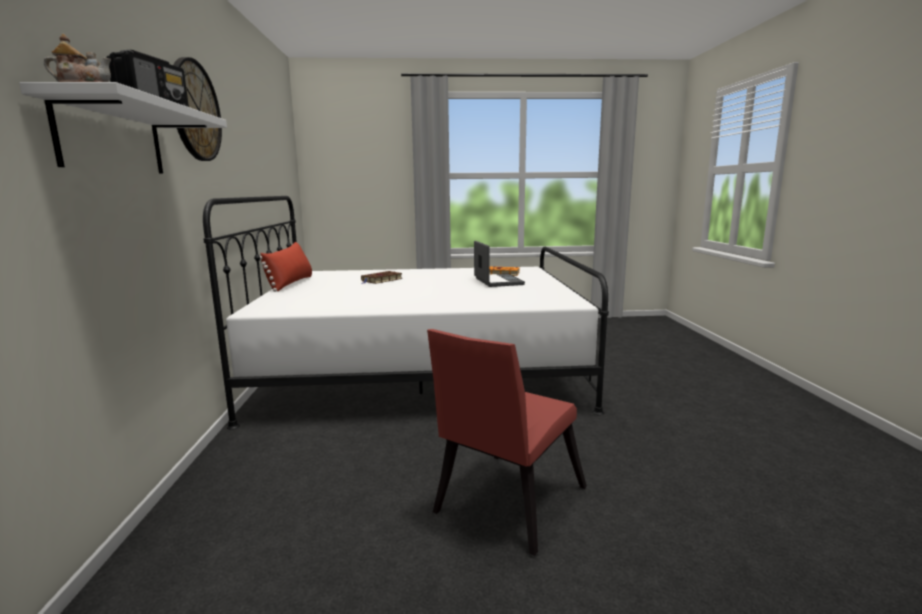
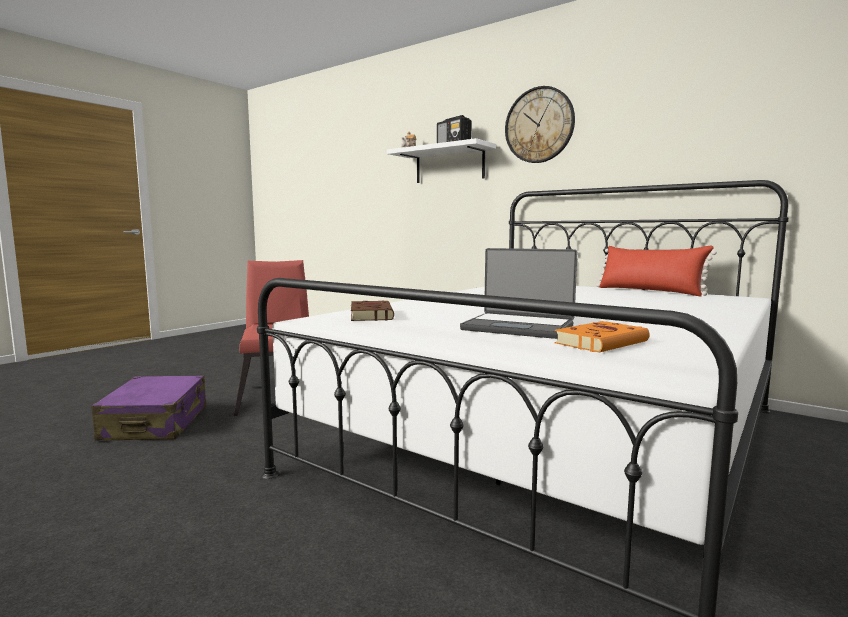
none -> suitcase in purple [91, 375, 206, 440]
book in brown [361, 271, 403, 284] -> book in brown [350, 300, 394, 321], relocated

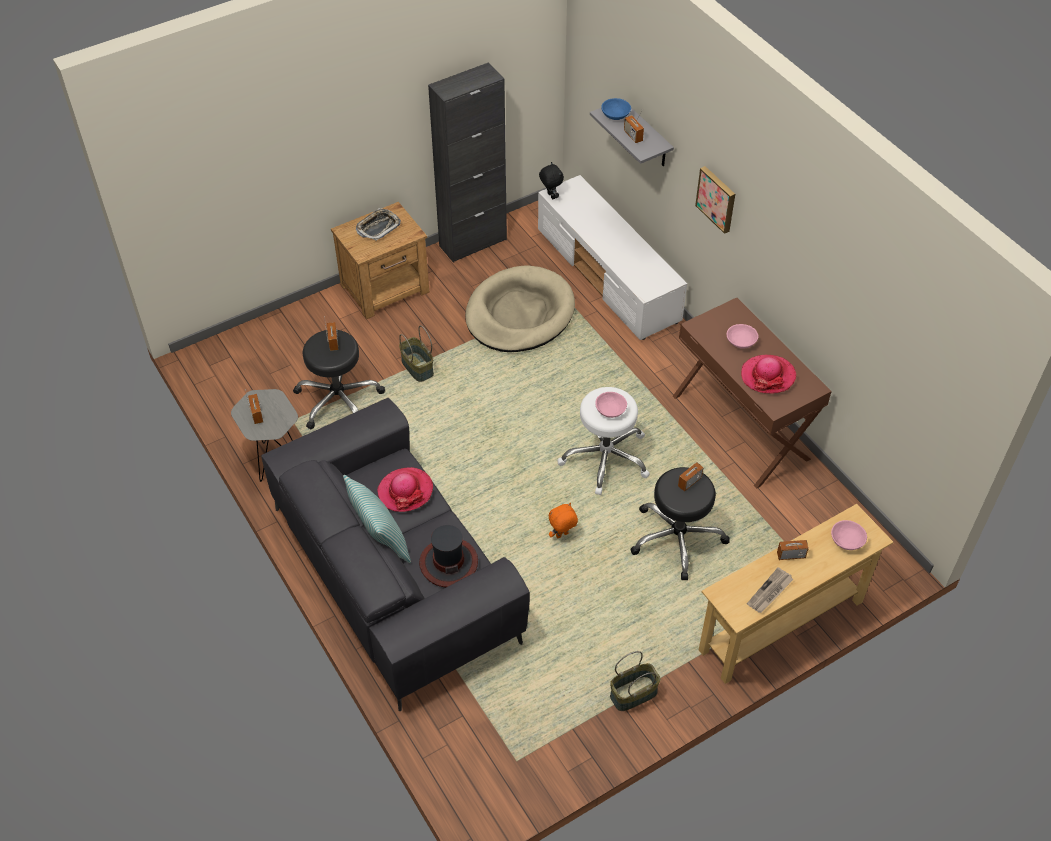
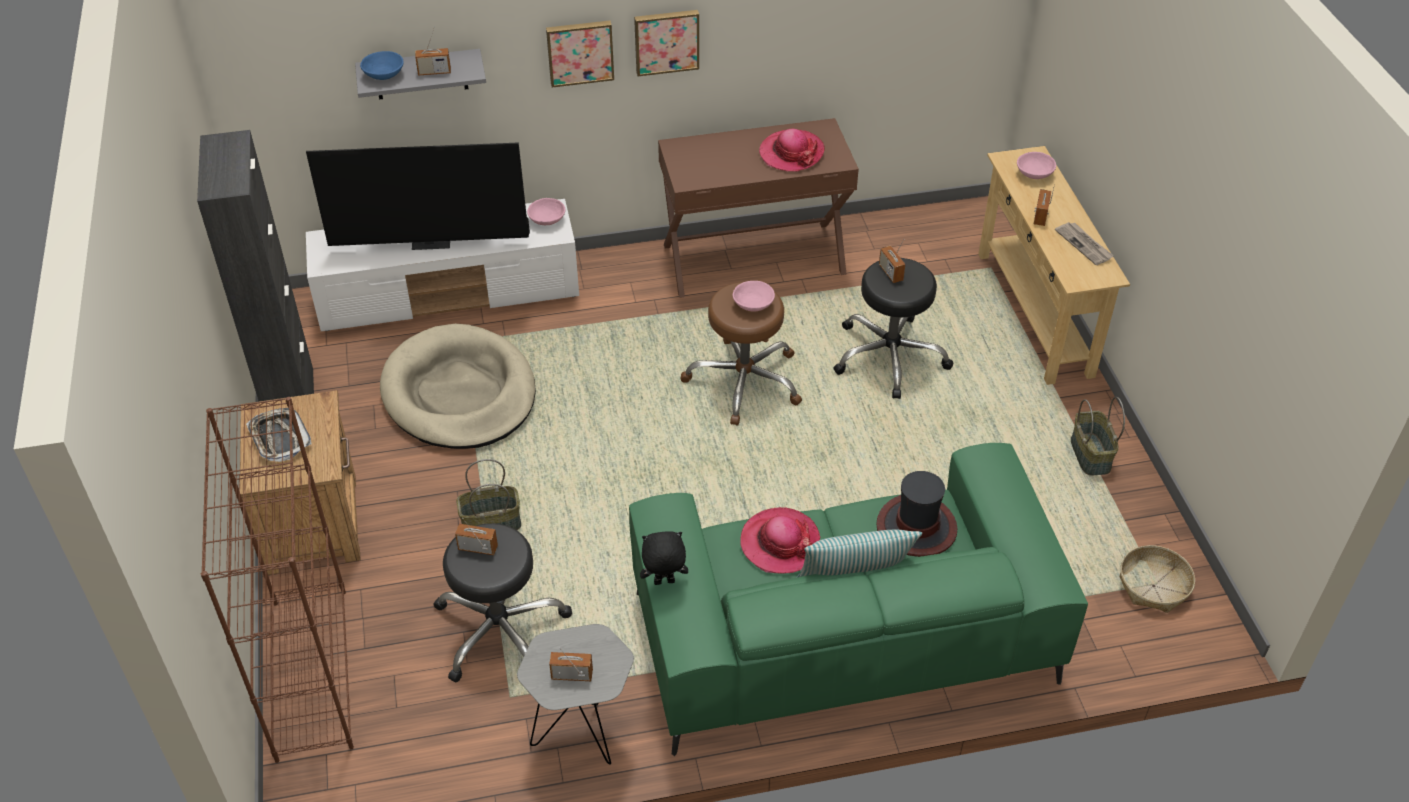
plush toy in orange [549, 503, 578, 538] -> none
none -> bookcase in brown [201, 397, 354, 763]
none -> television [306, 142, 530, 250]
none -> picture [634, 10, 699, 77]
none -> basket [1120, 545, 1195, 613]
plush toy in black [539, 162, 564, 199] -> plush toy in black [640, 531, 688, 585], relocated
bowl in pink [727, 324, 758, 349] -> bowl in pink [527, 198, 565, 225], relocated
sofa in grey [261, 398, 530, 711] -> sofa in green [629, 443, 1088, 756]
stool in white [557, 387, 650, 495] -> stool in brown [680, 282, 802, 426]

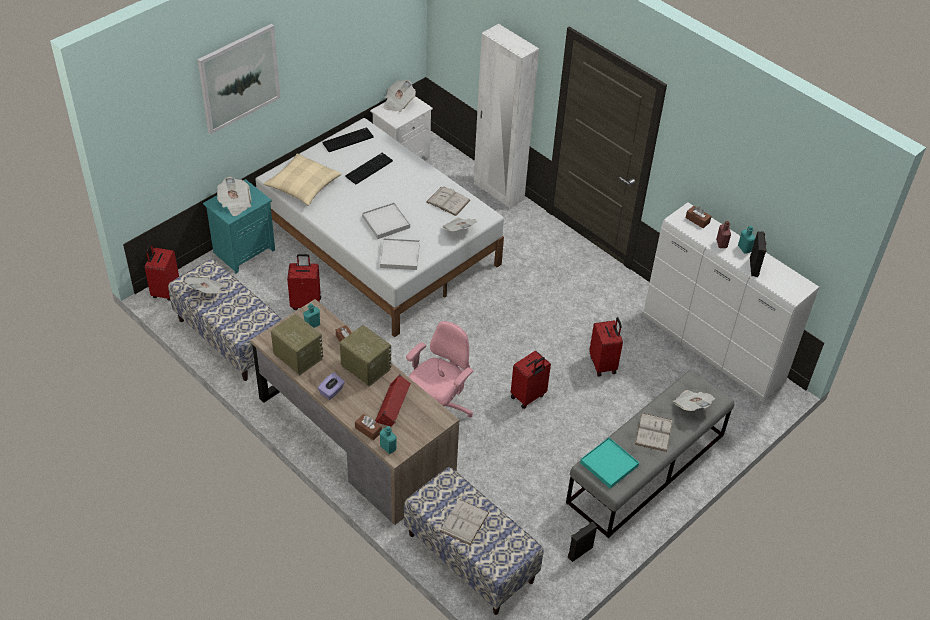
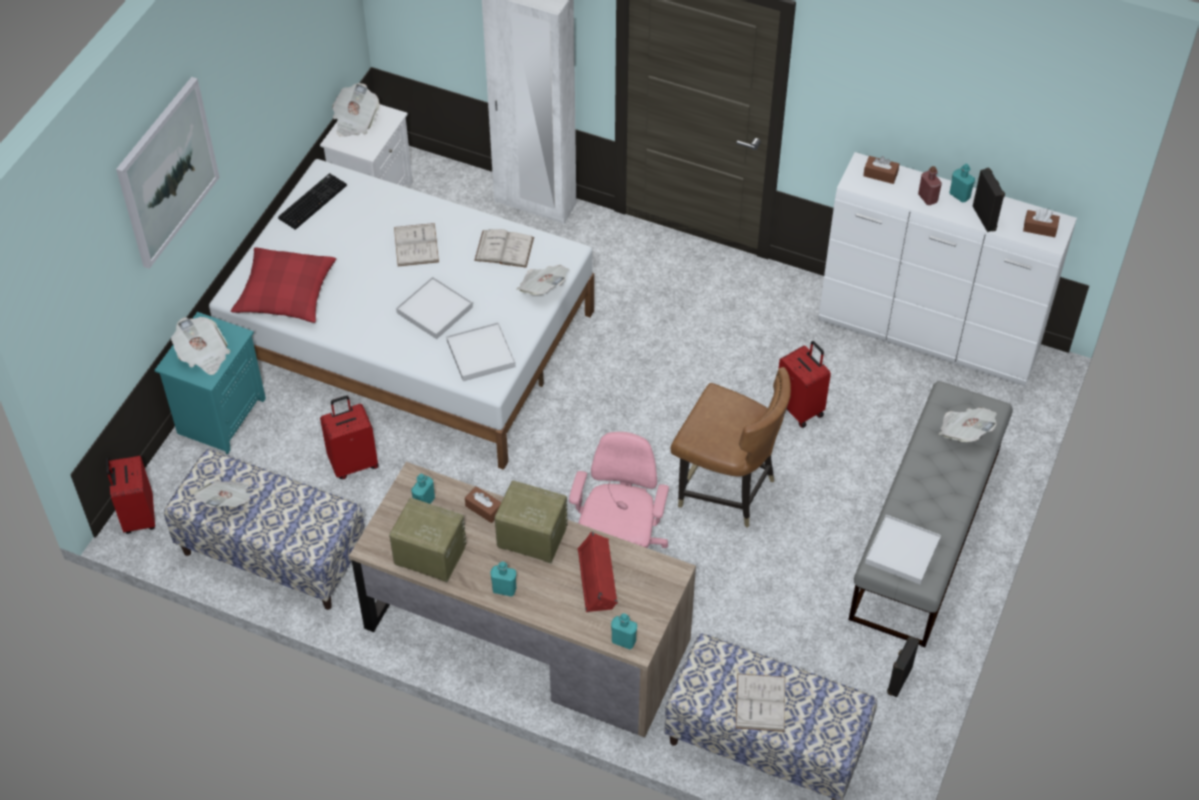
keyboard [345, 153, 393, 184] -> none
tissue box in brown [355, 414, 382, 440] -> tissue box in brown [1023, 208, 1060, 237], relocated
book in white [635, 413, 673, 452] -> book in white [394, 223, 439, 266], relocated
tissue box in purple [318, 373, 345, 400] -> bottle in turquoise [490, 561, 516, 597]
suitcase in red [511, 351, 551, 409] -> chair in brown [671, 367, 791, 528]
pillow in beige [263, 153, 341, 206] -> pillow in red [231, 248, 336, 323]
tray in turquoise [580, 437, 639, 489] -> tray in white [865, 515, 941, 585]

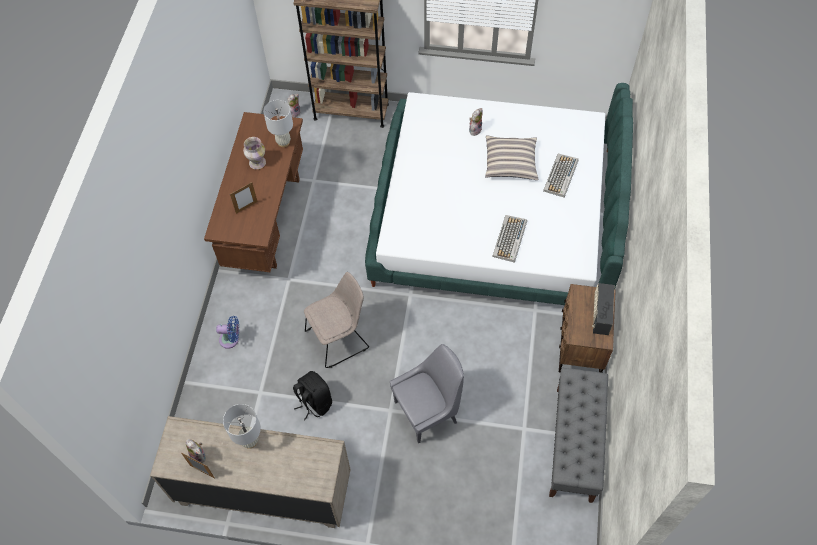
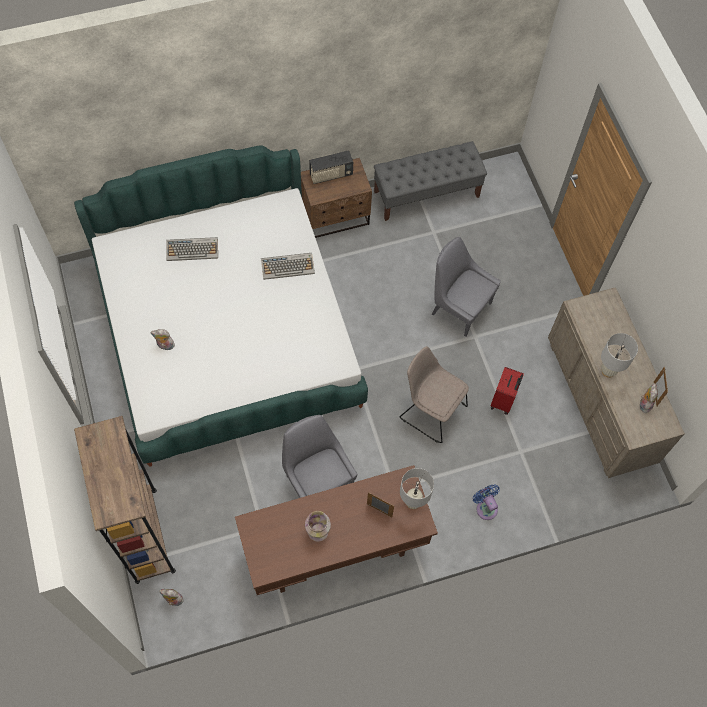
pillow [485, 135, 538, 180] -> none
none -> chair in grey [282, 415, 357, 498]
table lamp in white [263, 100, 293, 147] -> table lamp in white [400, 468, 434, 509], relocated
backpack in black [293, 371, 332, 421] -> suitcase in red [490, 367, 524, 415]

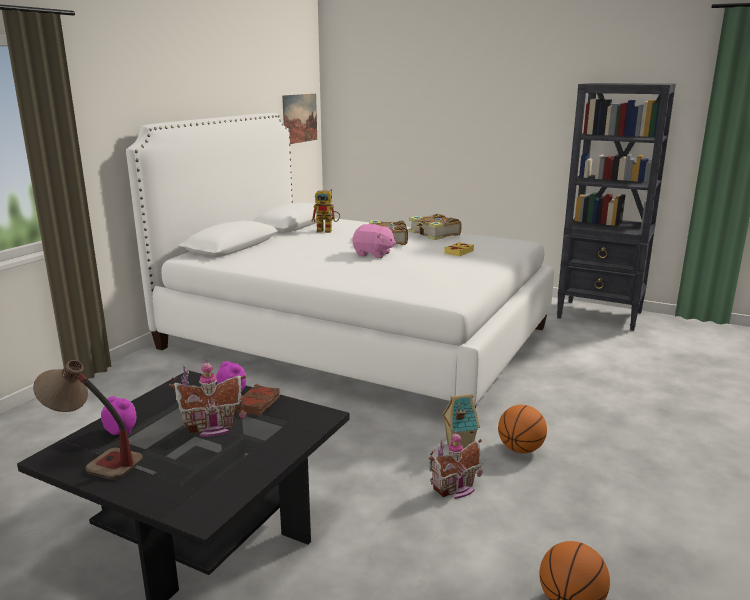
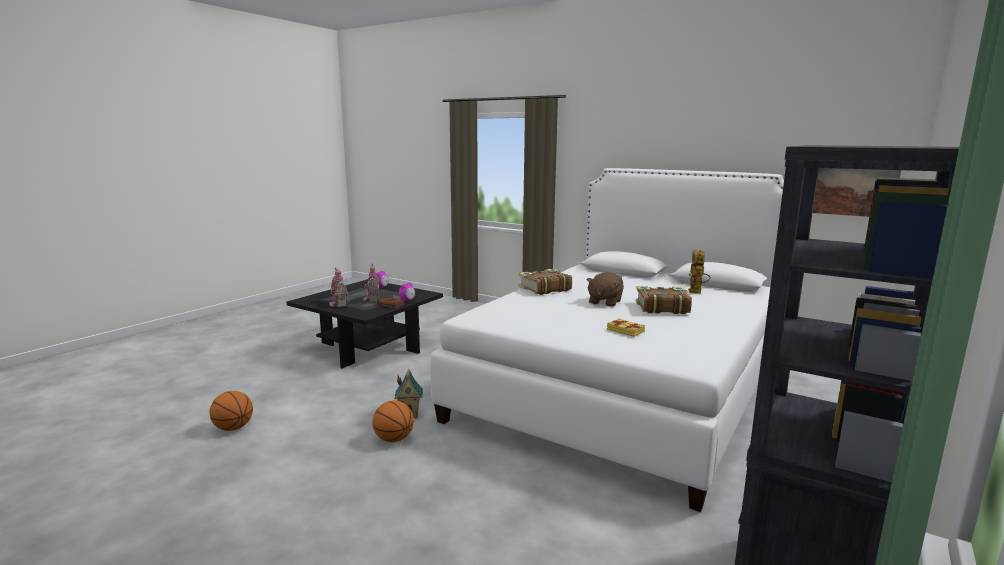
table lamp [33, 360, 143, 480] -> none
book [409, 214, 462, 240] -> book [519, 268, 572, 295], relocated
toy house [429, 431, 483, 499] -> toy house [329, 267, 348, 307], relocated
plush toy in pink [352, 224, 396, 258] -> plush toy in brown [586, 272, 624, 307]

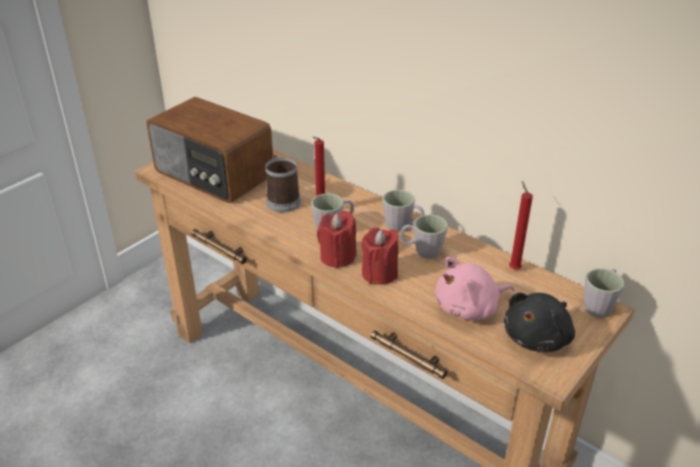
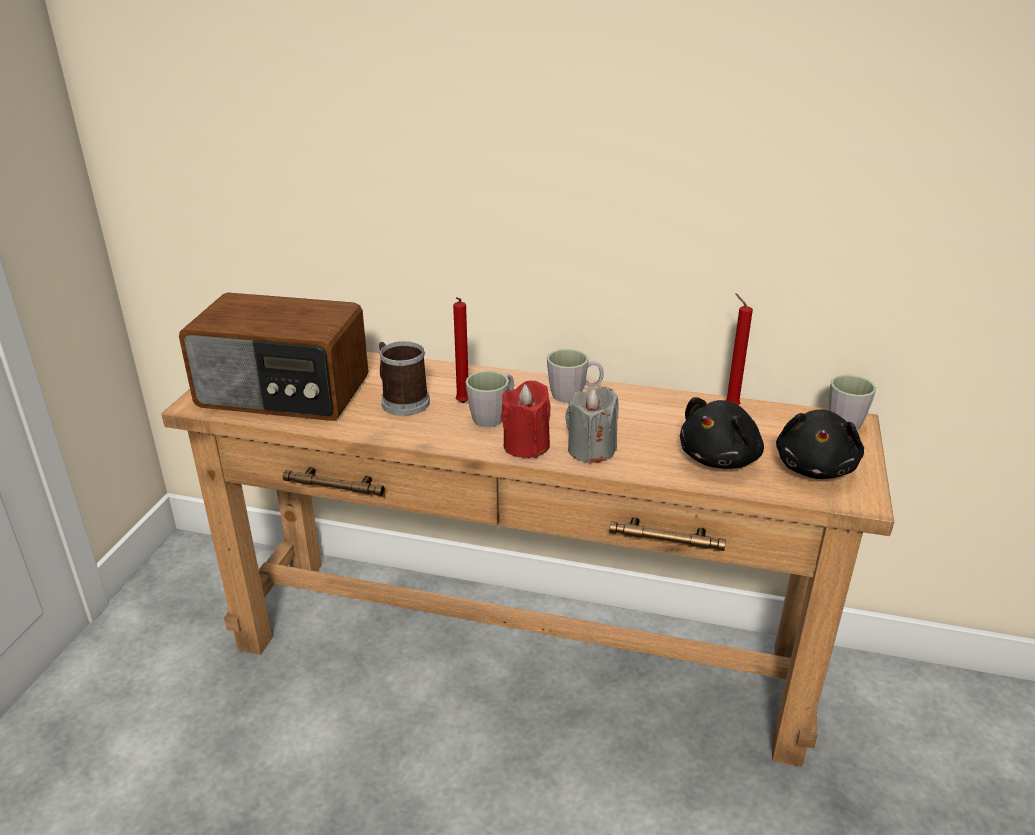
mug in grey [400, 214, 448, 259] -> none
candle in red [361, 228, 398, 285] -> candle in grey [565, 387, 619, 464]
plush toy in pink [435, 257, 515, 321] -> plush toy in black [680, 397, 764, 469]

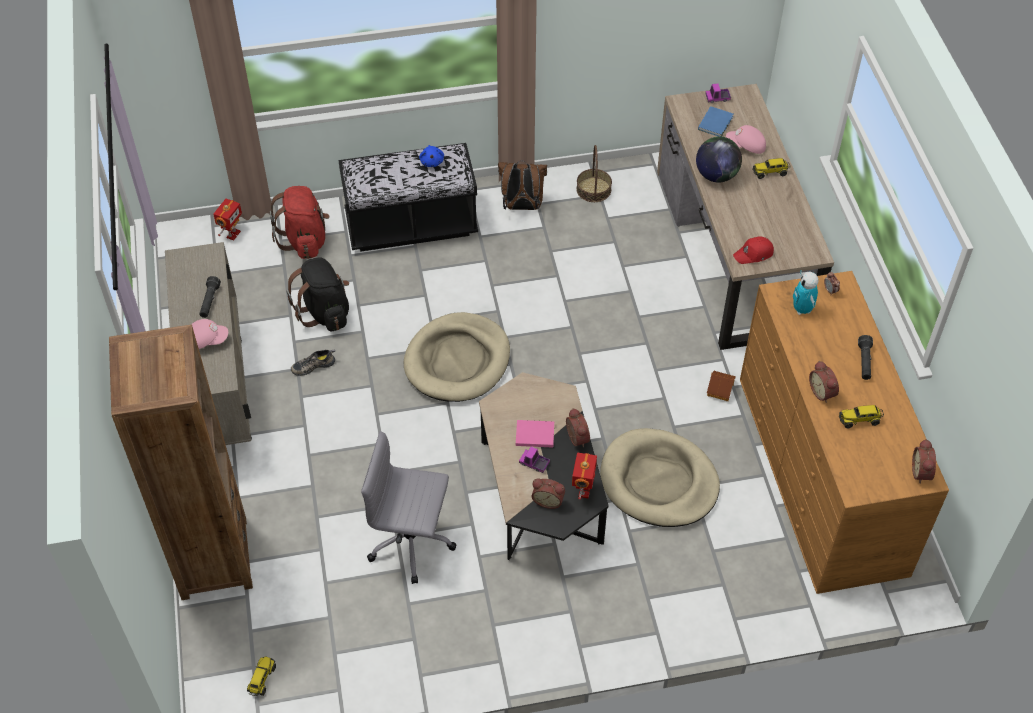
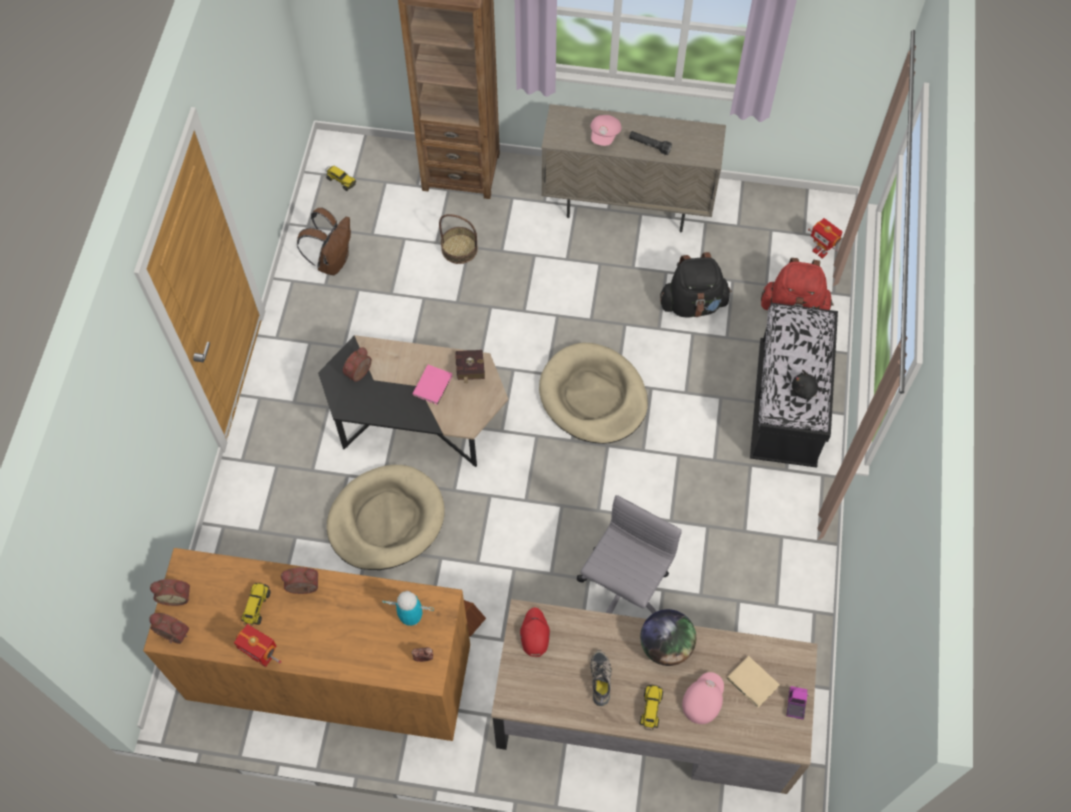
toy truck [519, 447, 550, 473] -> none
flashlight in black [858, 335, 873, 380] -> none
none -> book in red [456, 350, 485, 384]
shoe [291, 350, 335, 376] -> shoe [590, 650, 612, 706], relocated
office chair in grey [361, 431, 457, 584] -> office chair in grey [577, 495, 682, 614], relocated
backpack in brown [498, 160, 547, 210] -> backpack in brown [297, 207, 351, 275], relocated
alarm clock [566, 408, 590, 447] -> alarm clock [150, 579, 190, 606], relocated
toy robot [572, 452, 597, 500] -> toy robot [234, 624, 281, 667], relocated
basket [576, 145, 612, 202] -> basket [439, 214, 478, 264], relocated
plush toy in blue [419, 145, 444, 167] -> plush toy in black [792, 370, 829, 400]
book in blue [698, 106, 733, 137] -> book in beige [727, 656, 780, 708]

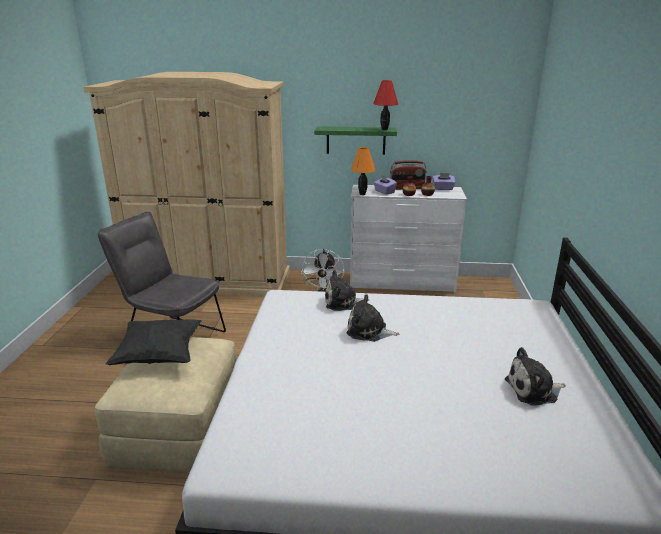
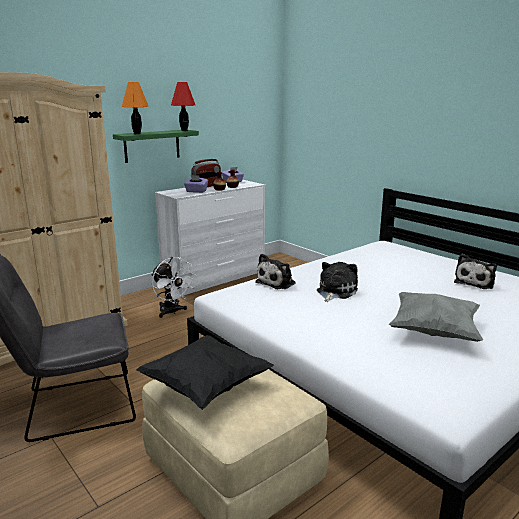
none -> pillow in grey [389, 292, 483, 342]
table lamp in orange [351, 147, 376, 195] -> table lamp in orange [122, 82, 148, 134], relocated
plush toy [346, 294, 400, 342] -> plush toy [317, 262, 358, 302], 150 degrees clockwise

